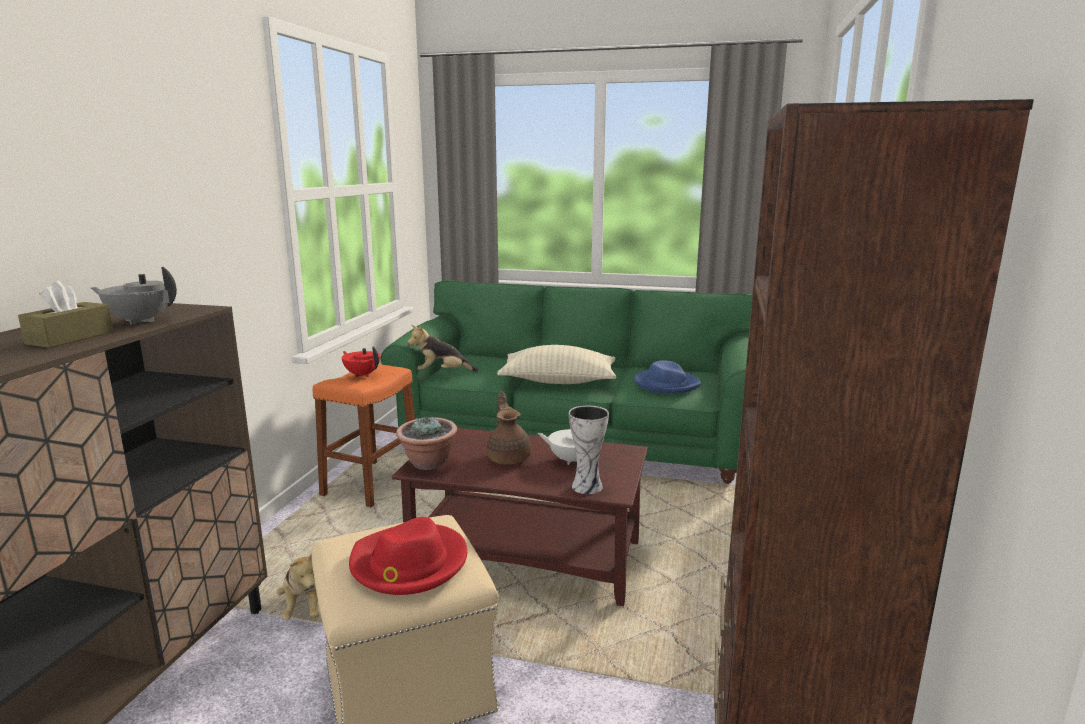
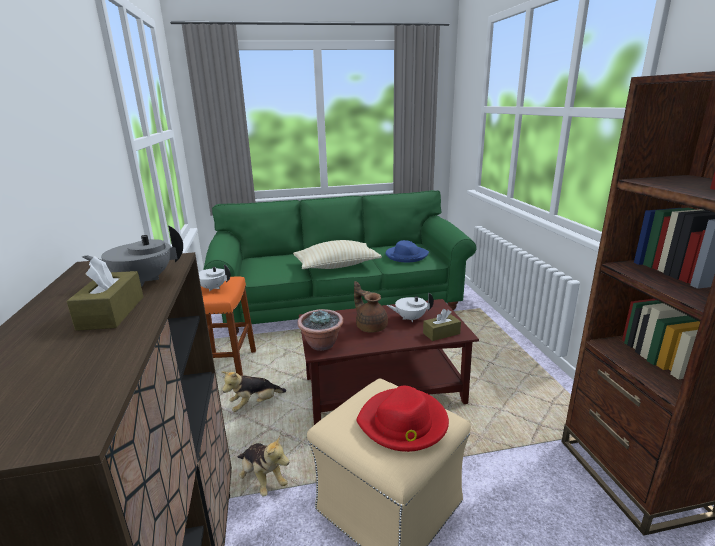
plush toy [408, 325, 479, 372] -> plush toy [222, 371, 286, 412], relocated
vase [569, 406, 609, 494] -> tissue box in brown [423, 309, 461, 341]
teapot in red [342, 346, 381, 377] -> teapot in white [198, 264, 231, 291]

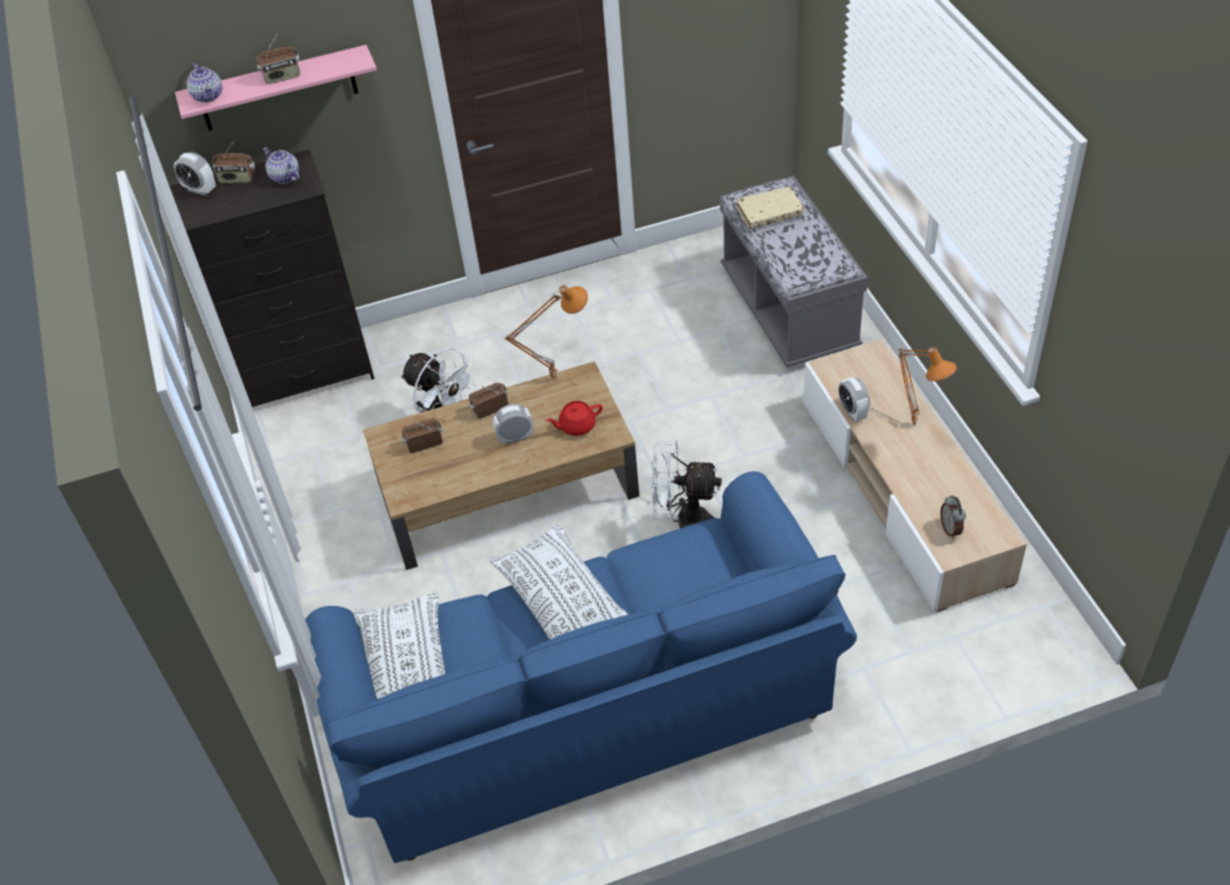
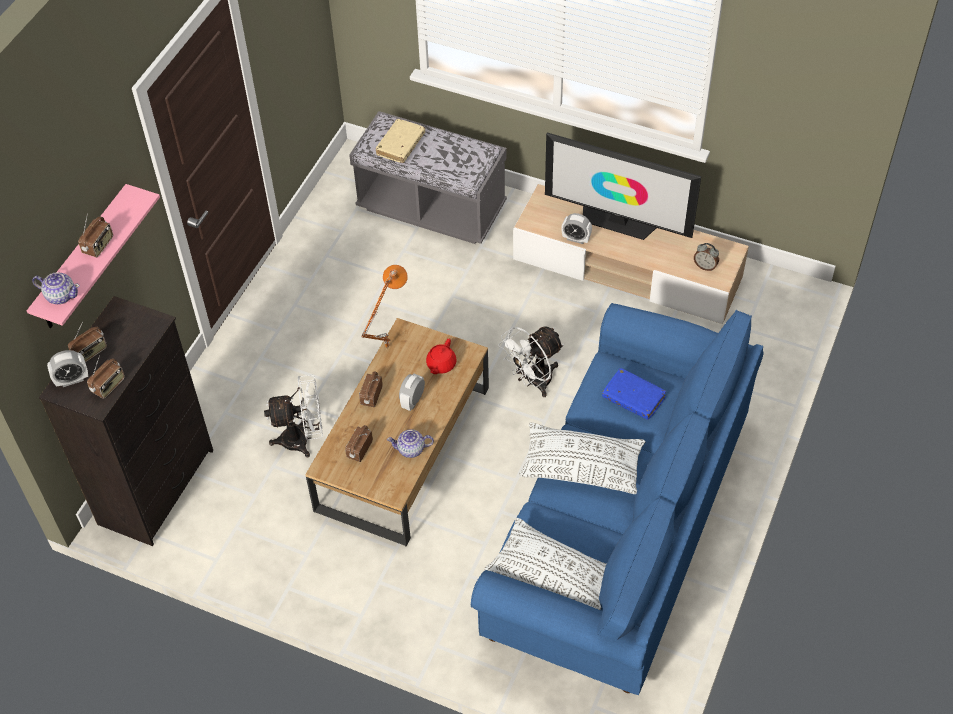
none -> radio [87, 355, 125, 399]
none -> book in blue [602, 368, 666, 420]
teapot [263, 147, 299, 184] -> teapot [387, 429, 434, 458], relocated
table lamp in orange [898, 347, 957, 426] -> television [545, 133, 701, 240]

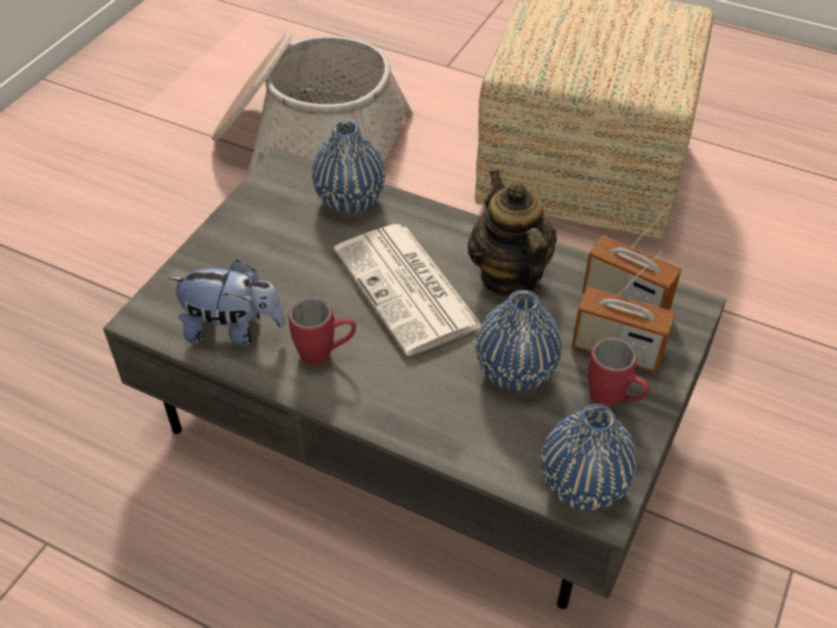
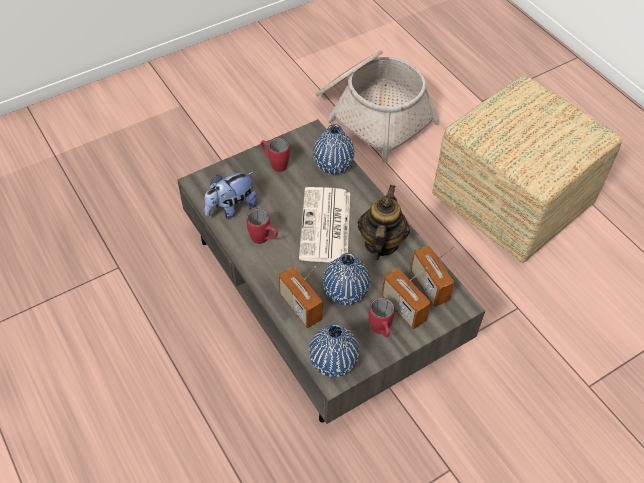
none -> mug in red [261, 138, 290, 172]
none -> radio [278, 266, 323, 328]
plush toy [168, 260, 286, 346] -> plush toy [204, 172, 257, 219], 105 degrees clockwise

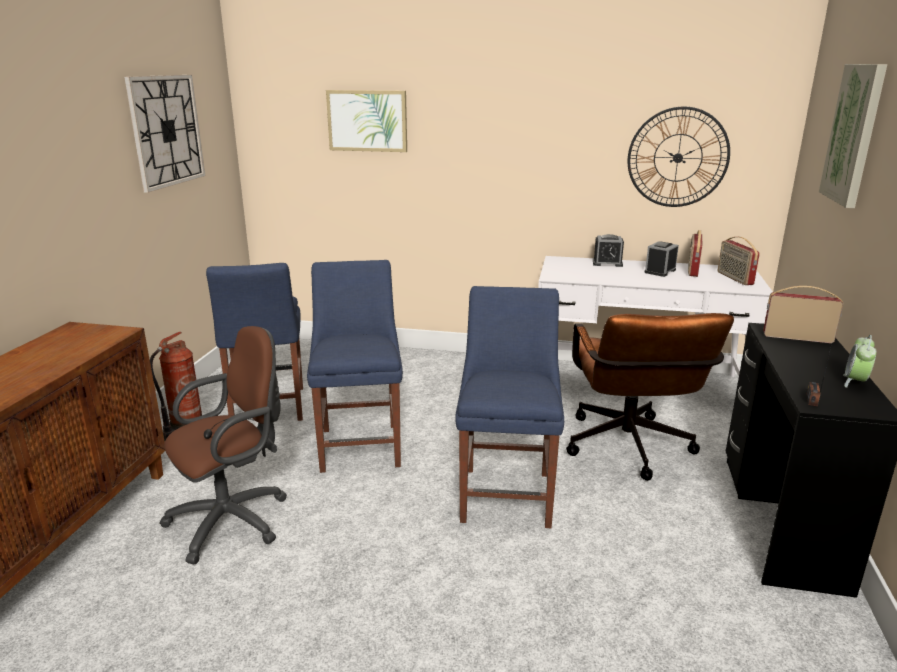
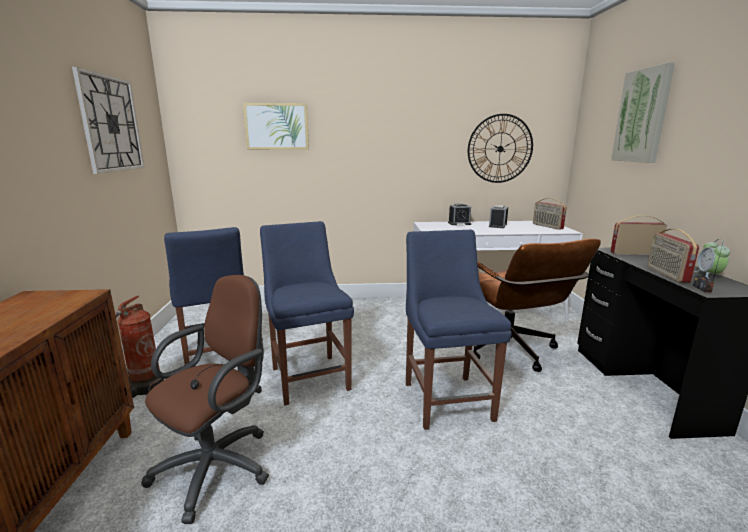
radio [688, 230, 703, 277] -> radio [648, 229, 699, 283], relocated

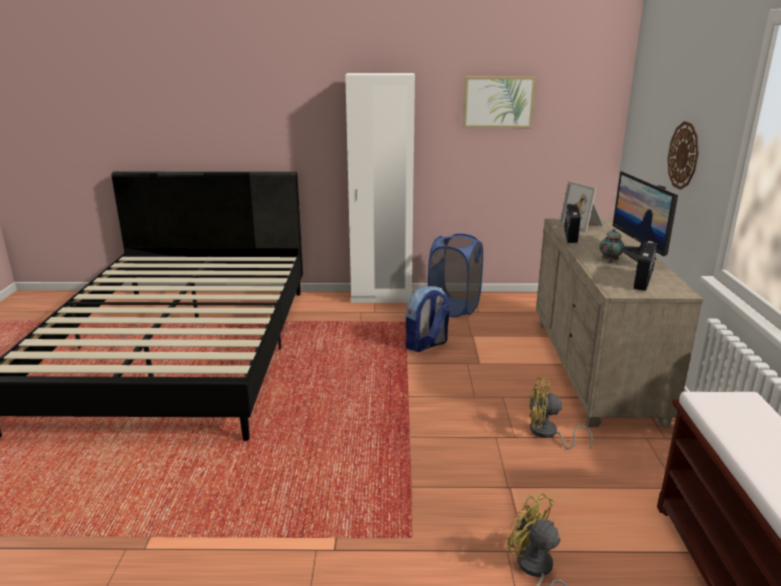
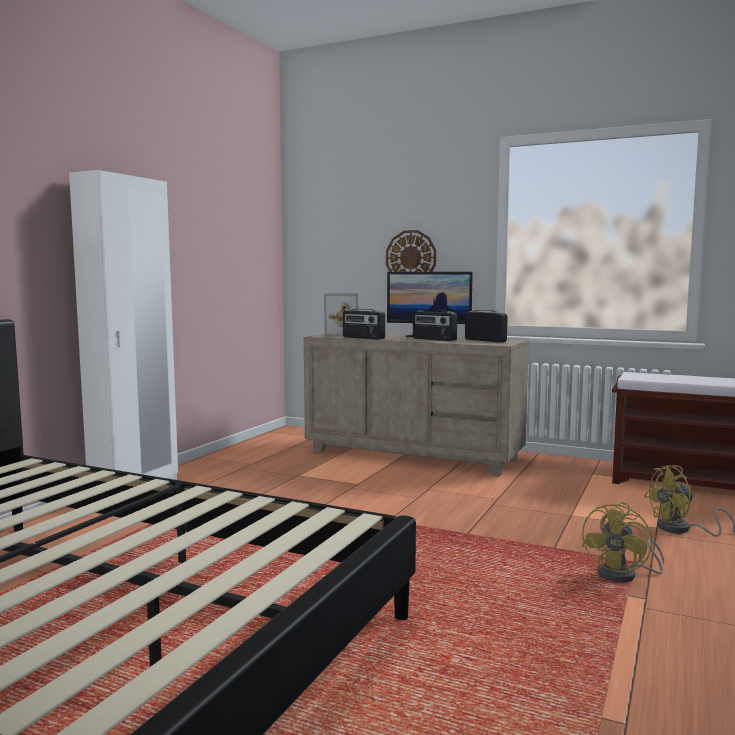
backpack [406, 286, 450, 352] -> none
laundry basket in blue [428, 234, 483, 317] -> none
picture [463, 76, 536, 128] -> none
fan in yellow [529, 377, 593, 450] -> fan in yellow [582, 502, 664, 582], relocated
teapot [599, 229, 625, 262] -> radio [413, 309, 457, 341]

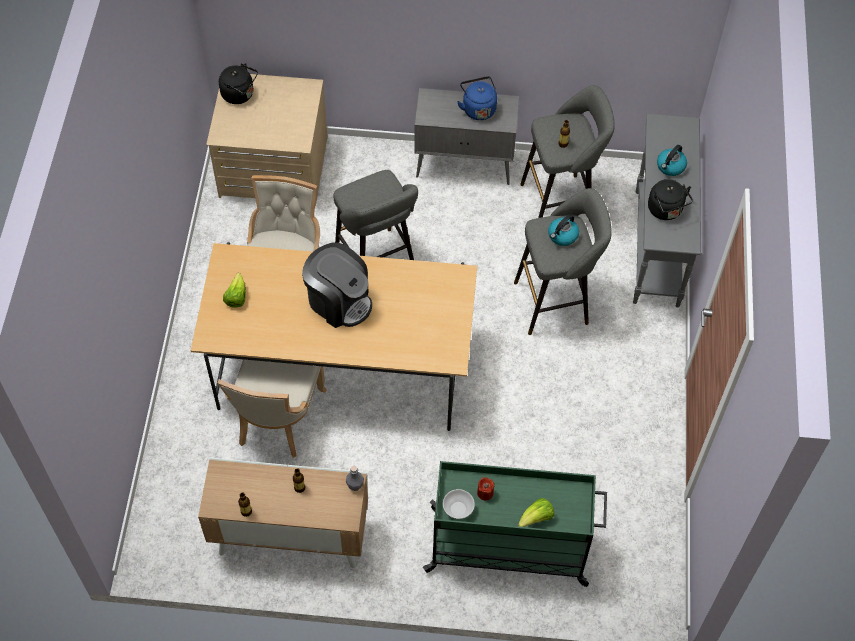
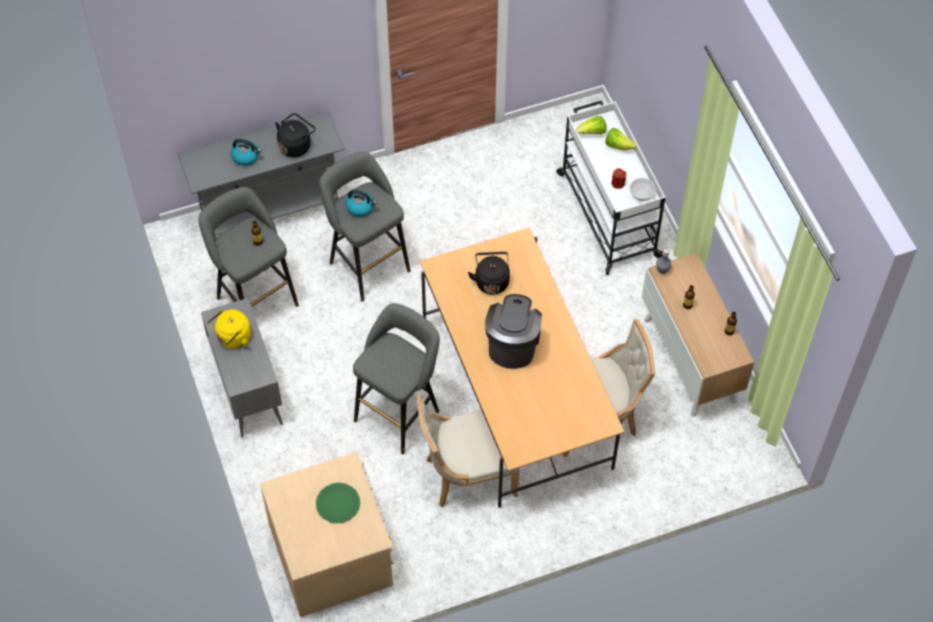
none -> plate in green [316, 483, 360, 523]
kettle in black [219, 63, 258, 104] -> kettle in black [468, 252, 510, 295], relocated
lettuce [223, 273, 246, 308] -> lettuce [576, 116, 606, 134], relocated
cart in green [423, 461, 607, 587] -> cart in white [556, 101, 666, 275]
kettle in blue [457, 76, 497, 120] -> kettle in yellow [207, 309, 251, 349]

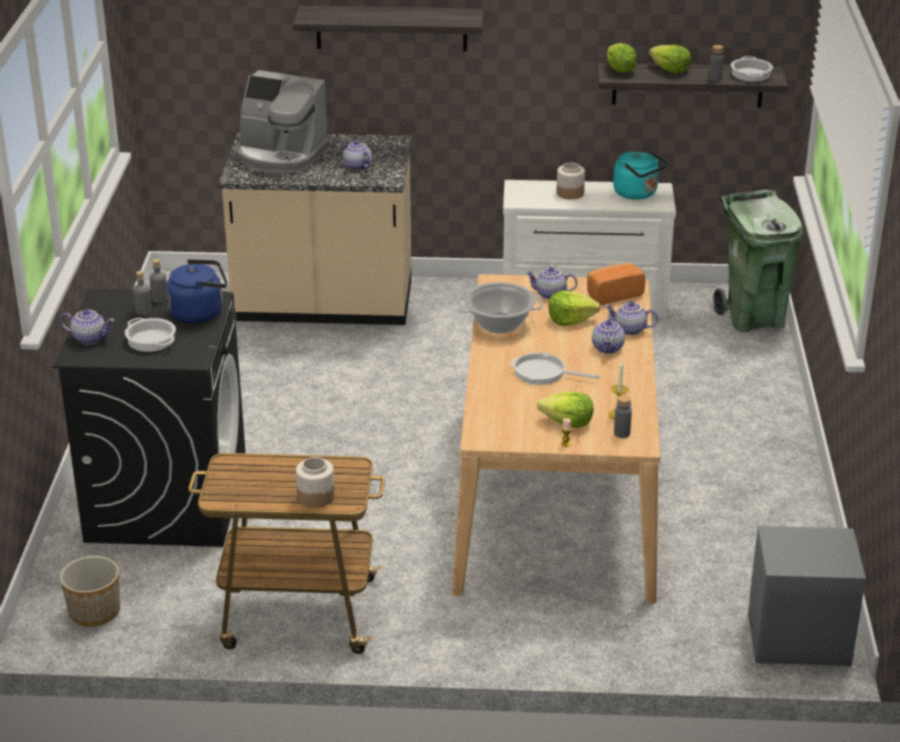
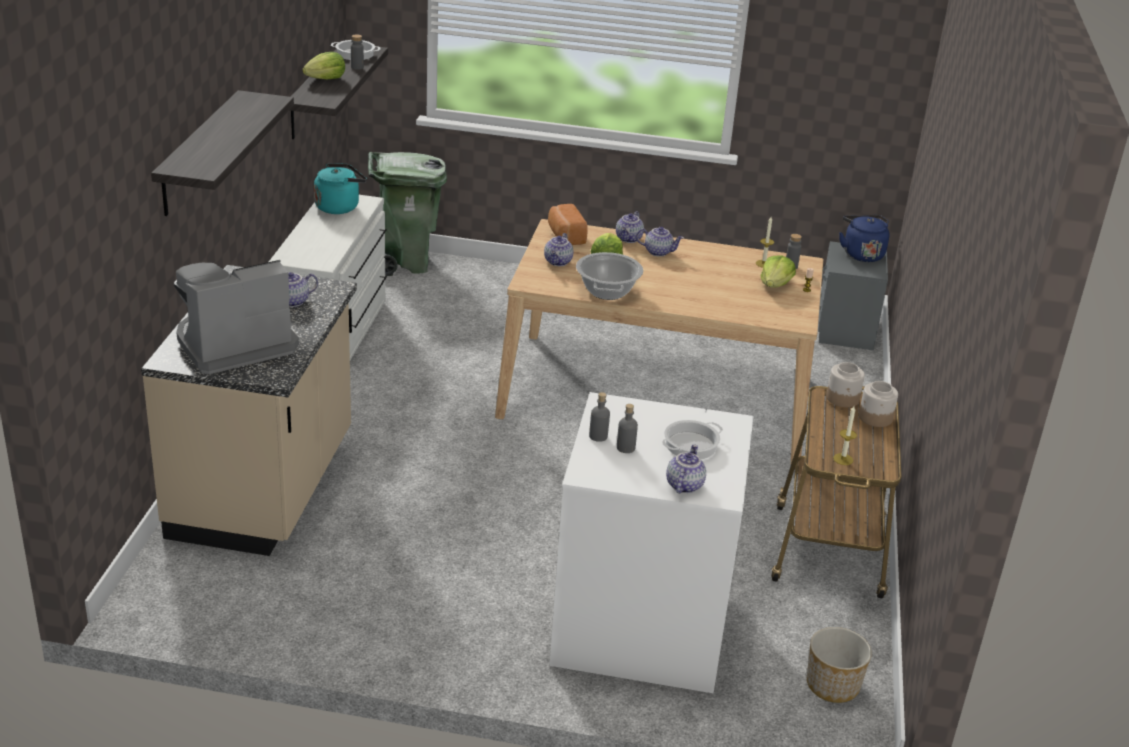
frying pan [510, 352, 600, 385] -> none
lettuce [607, 43, 636, 73] -> none
none -> candle [833, 406, 857, 465]
kettle in blue [166, 259, 227, 323] -> kettle in blue [839, 215, 890, 262], relocated
jar [557, 162, 585, 200] -> jar [826, 362, 865, 407], relocated
washing machine in black [53, 288, 246, 547] -> washing machine in white [549, 392, 753, 693]
coffee machine [236, 70, 329, 174] -> coffee machine [174, 260, 299, 374], 150 degrees counterclockwise

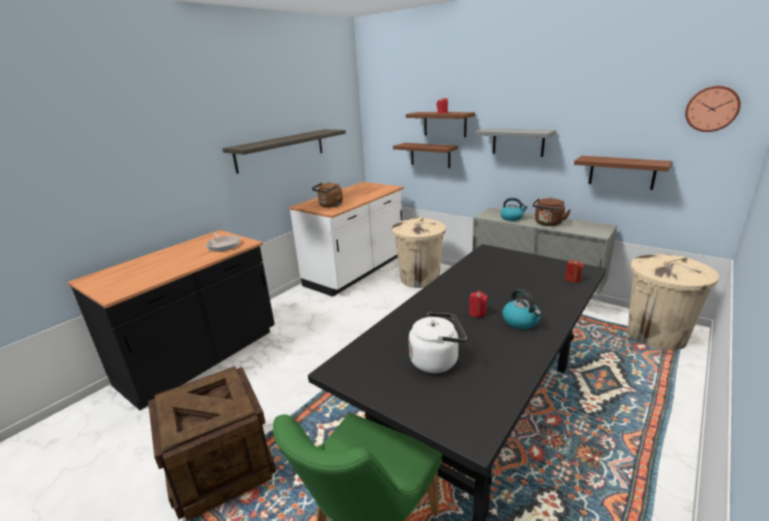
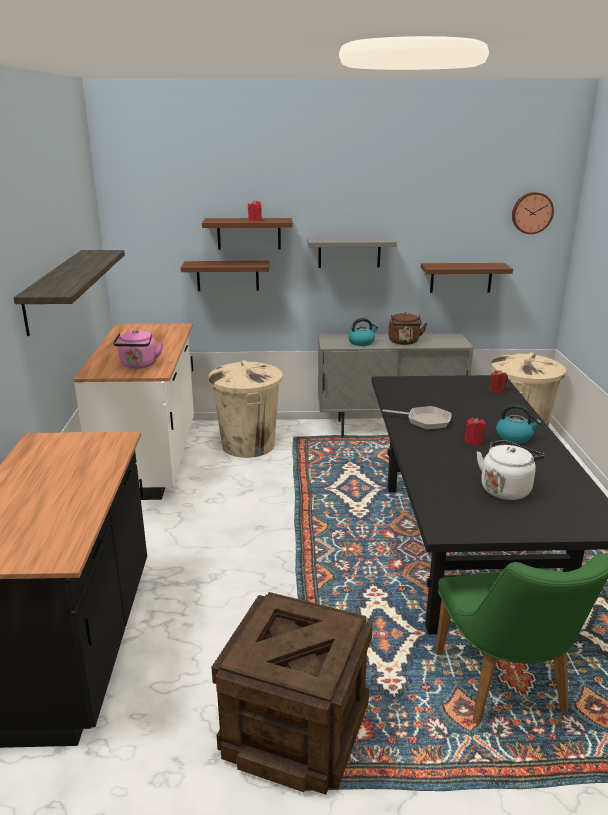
frying pan [206, 232, 240, 252] -> frying pan [383, 406, 452, 430], relocated
kettle in brown [312, 182, 343, 208] -> kettle in pink [113, 330, 163, 369]

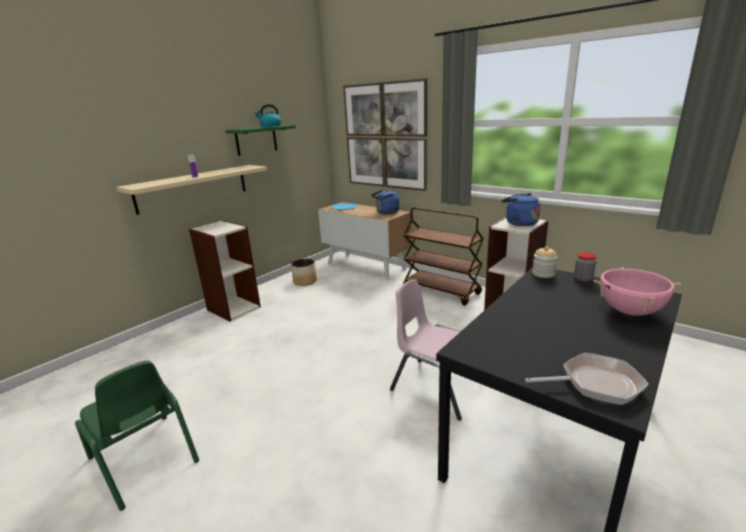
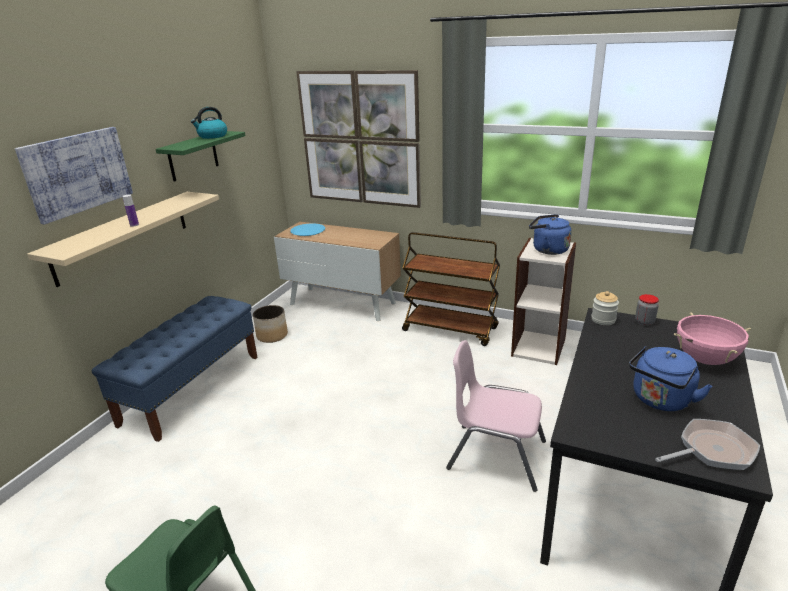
none -> picture [15, 127, 133, 224]
kettle in blue [371, 190, 399, 214] -> kettle in blue [629, 346, 712, 411], relocated
bookcase [189, 220, 261, 322] -> bench in blue [92, 296, 257, 442]

